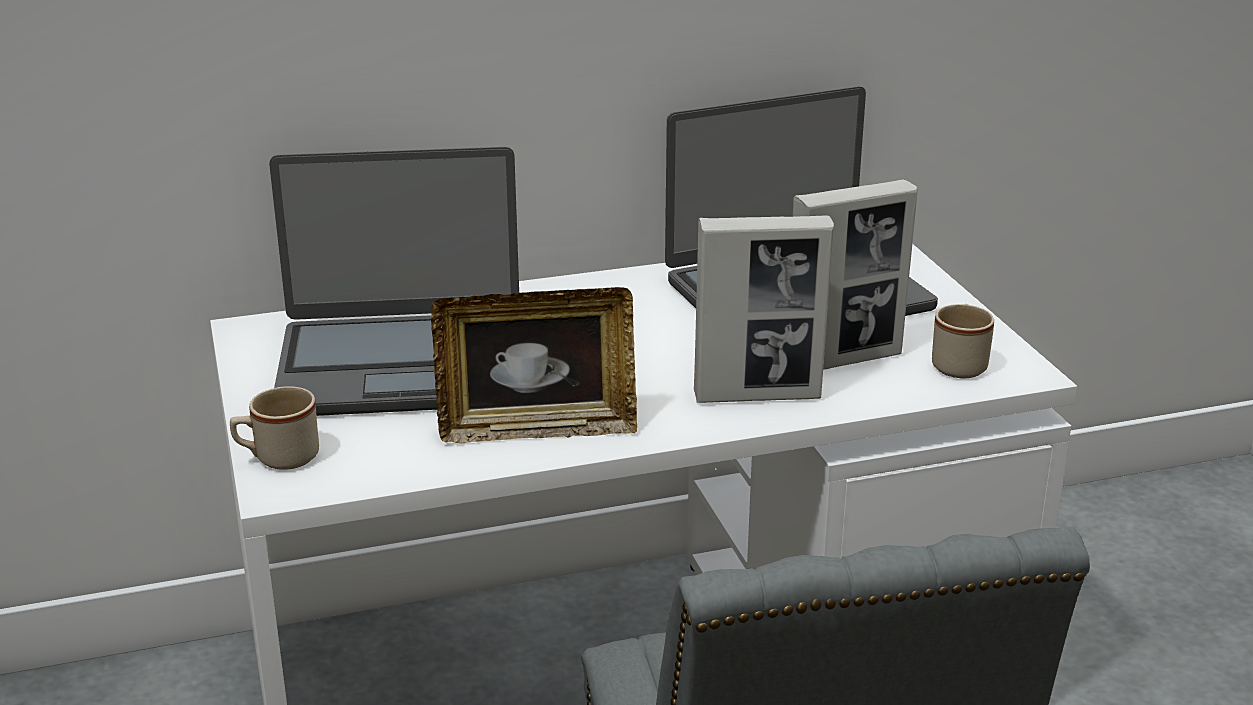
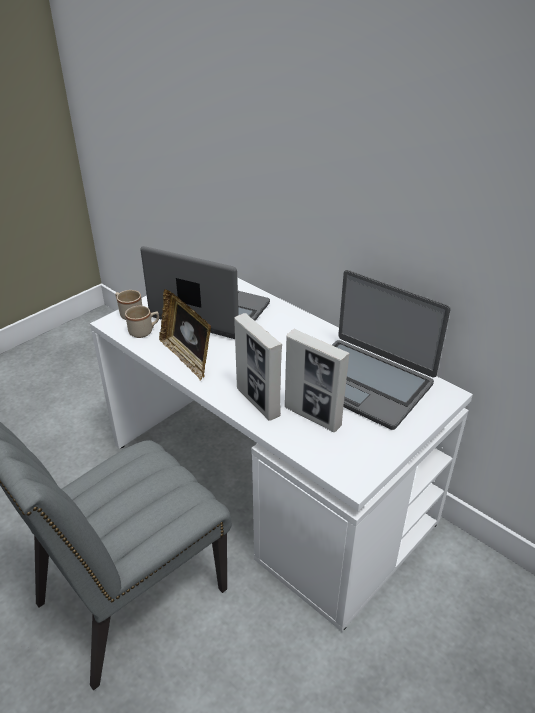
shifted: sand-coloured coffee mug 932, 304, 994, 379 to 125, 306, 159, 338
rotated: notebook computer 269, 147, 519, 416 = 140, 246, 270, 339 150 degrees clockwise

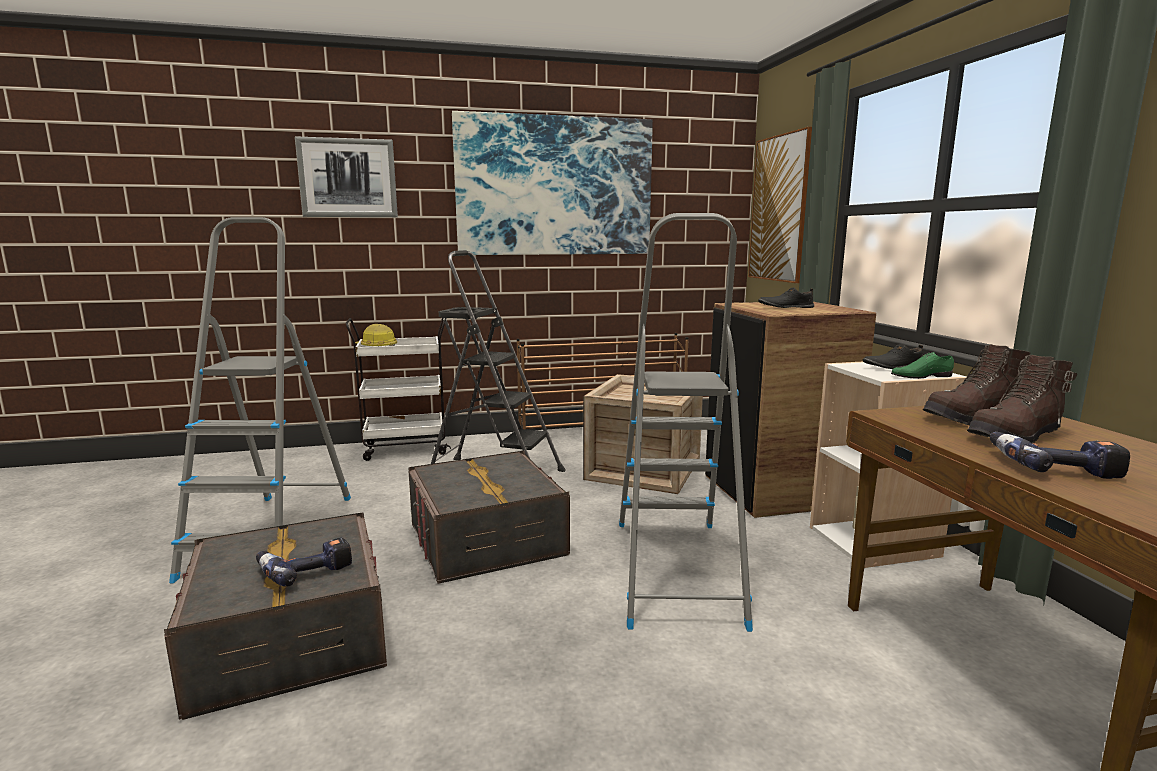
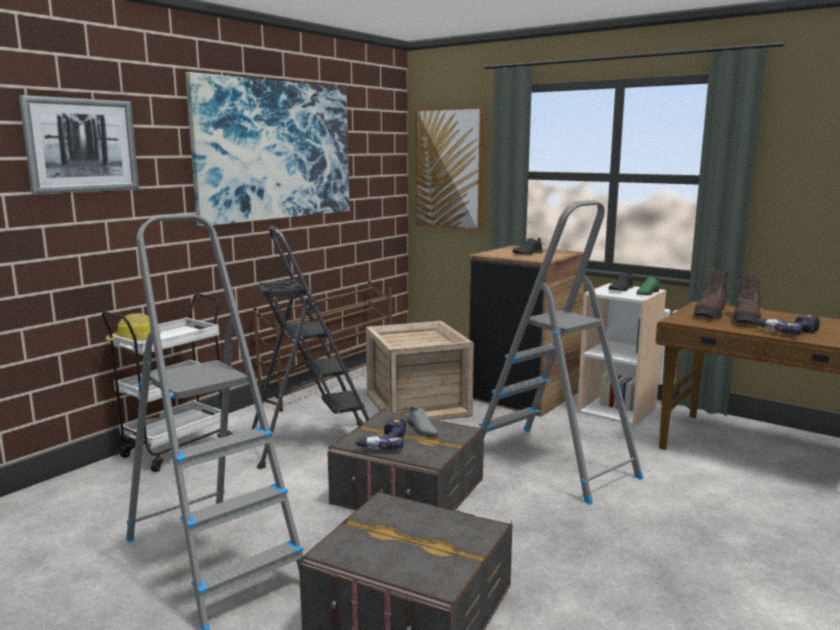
new: gray shoe 408, 406, 438, 436
shifted: drill 256, 538, 352, 587 to 355, 419, 406, 449

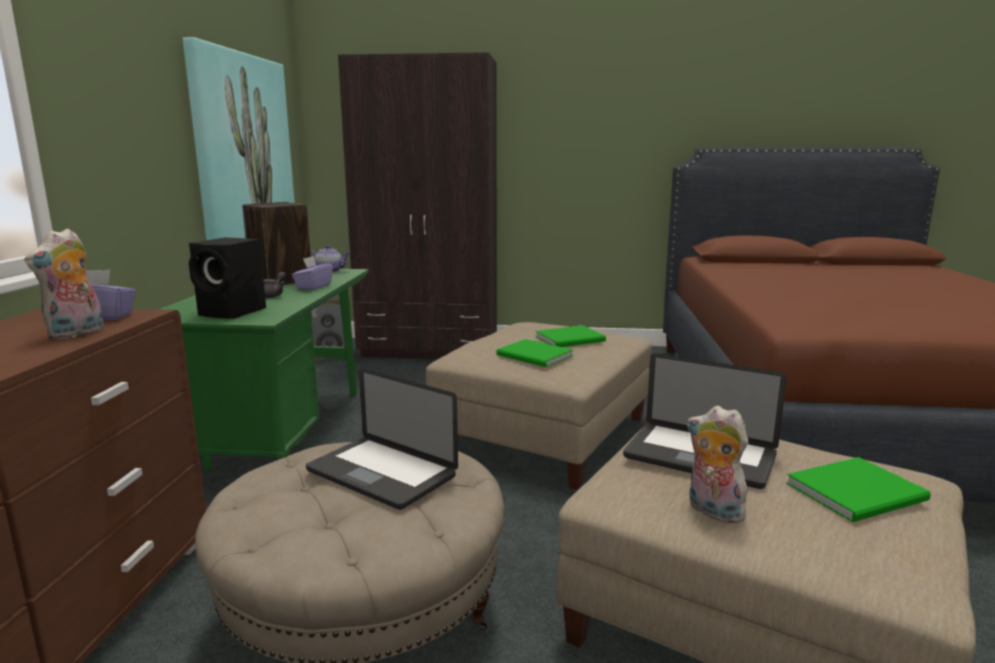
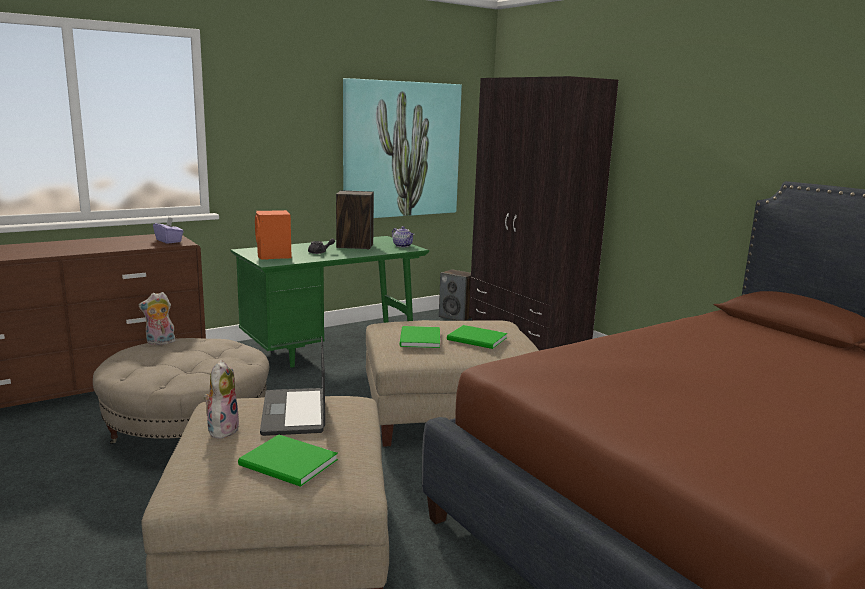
gone: purple-coloured tissue box 292, 256, 333, 290; notebook computer 306, 368, 458, 510
shifted: plush toy 24, 228, 104, 340 to 139, 292, 176, 345
repainted: black speaker 189, 237, 266, 319 to orange-coloured speaker 255, 210, 292, 260

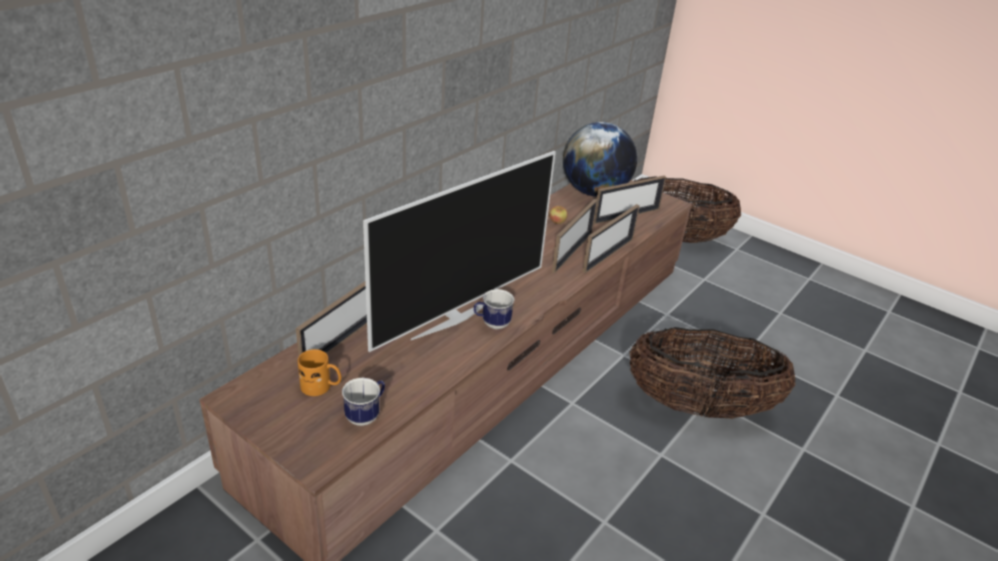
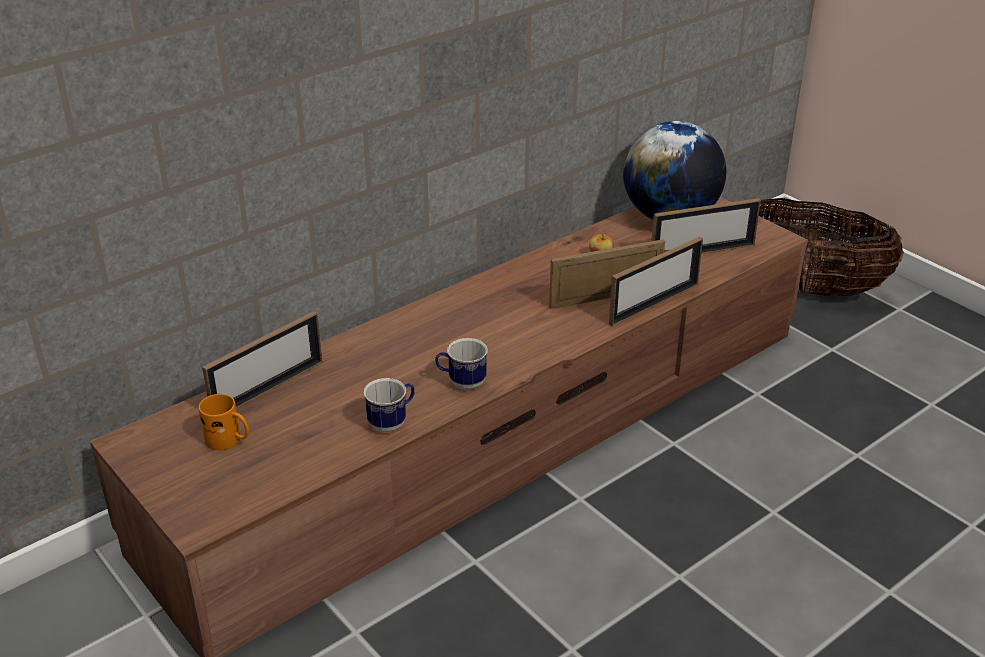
gone: television 363, 151, 556, 352; storage basket 630, 327, 796, 419
shifted: coffee mug 342, 378, 385, 426 to 364, 378, 415, 432
rotated: picture frame 552, 199, 598, 273 = 549, 239, 665, 309 150 degrees counterclockwise

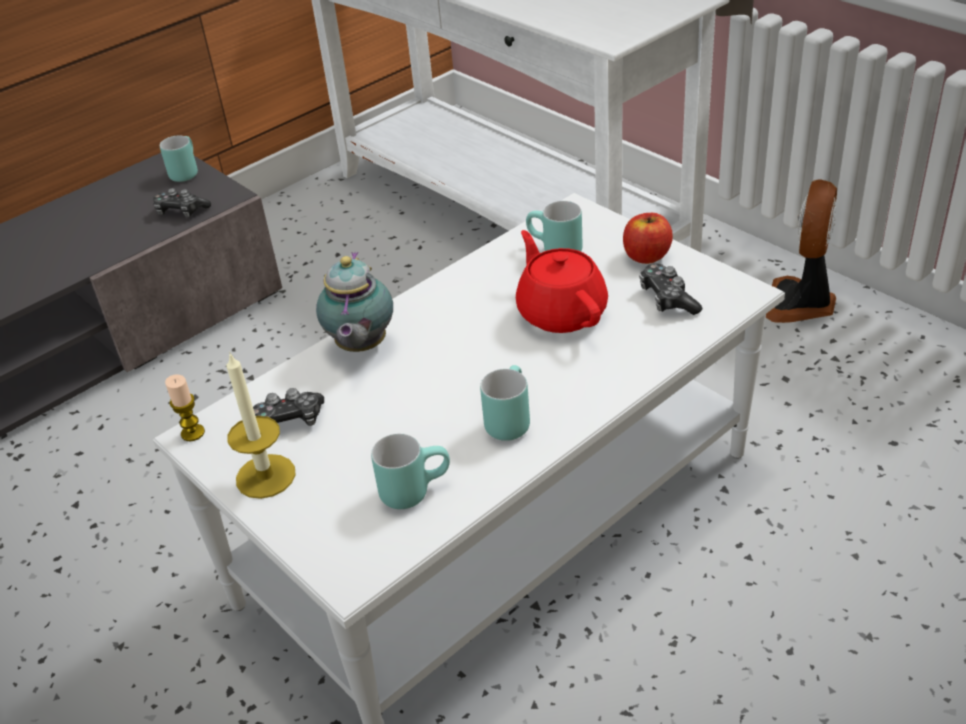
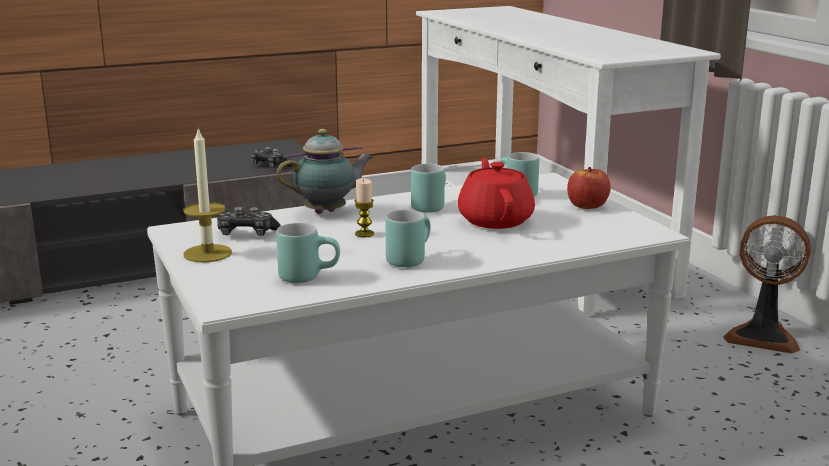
gone: joypad 639, 263, 702, 315
shifted: wax light 165, 374, 205, 441 to 354, 178, 374, 237; turquoise coffee mug 160, 135, 198, 182 to 411, 164, 446, 213
rotated: pot for tea 316, 252, 393, 352 = 276, 129, 373, 214 135 degrees counterclockwise; electric fan 766, 180, 837, 323 = 724, 215, 811, 354 105 degrees counterclockwise

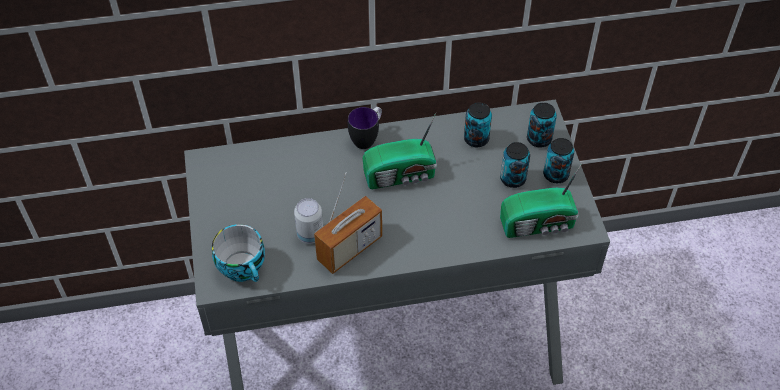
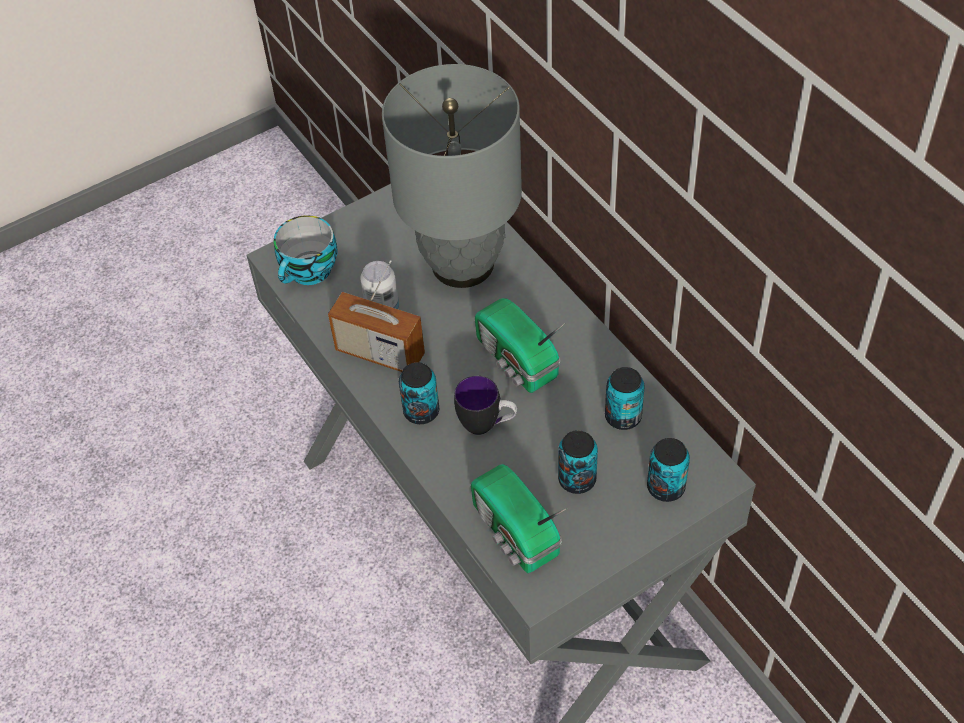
new: gray table lamp 382, 64, 522, 288
shifted: can 543, 138, 574, 183 to 399, 362, 439, 424; coffee mug 348, 107, 382, 149 to 454, 376, 517, 435

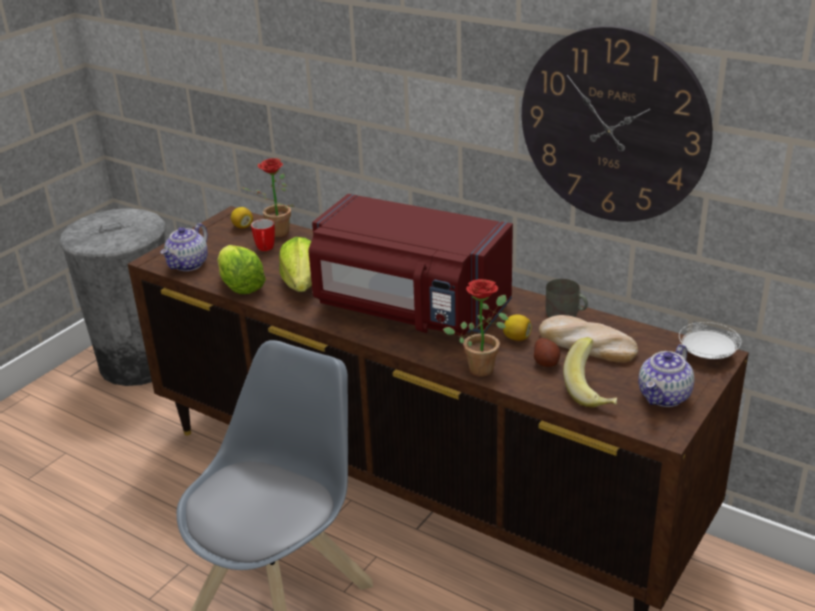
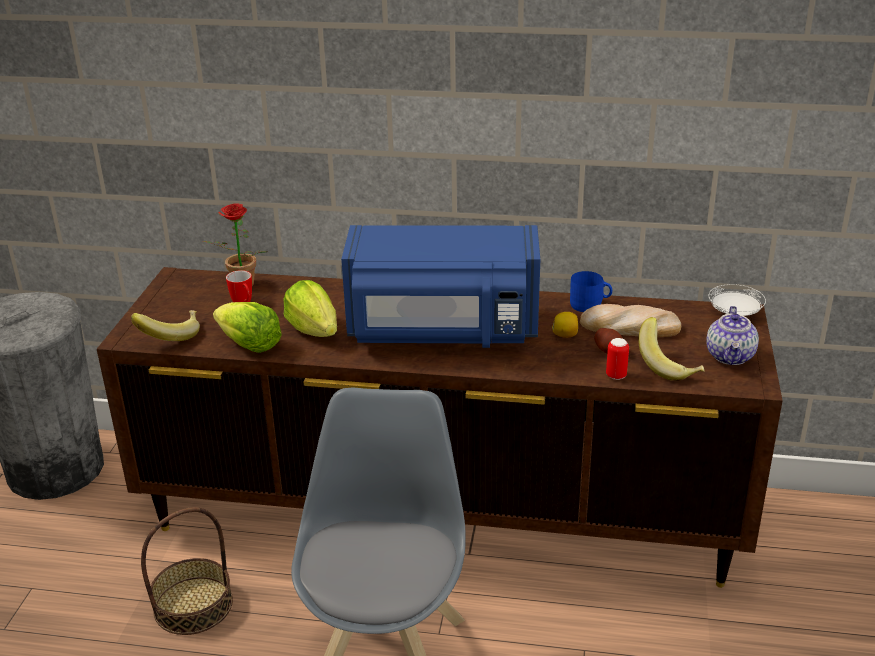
gone: citrus fruit 231, 207, 253, 228; houseplant 443, 279, 509, 377; clock on the wall 522, 25, 713, 222
new: storage basket 141, 507, 233, 635; can 606, 338, 629, 380
swapped: pot for tea 160, 223, 208, 271 to banana 131, 310, 200, 341
repainted: red-coloured microwave oven 309, 194, 513, 336 to blue microwave oven 341, 225, 540, 348; gray coffee mug 546, 279, 588, 317 to blue coffee mug 570, 271, 612, 312

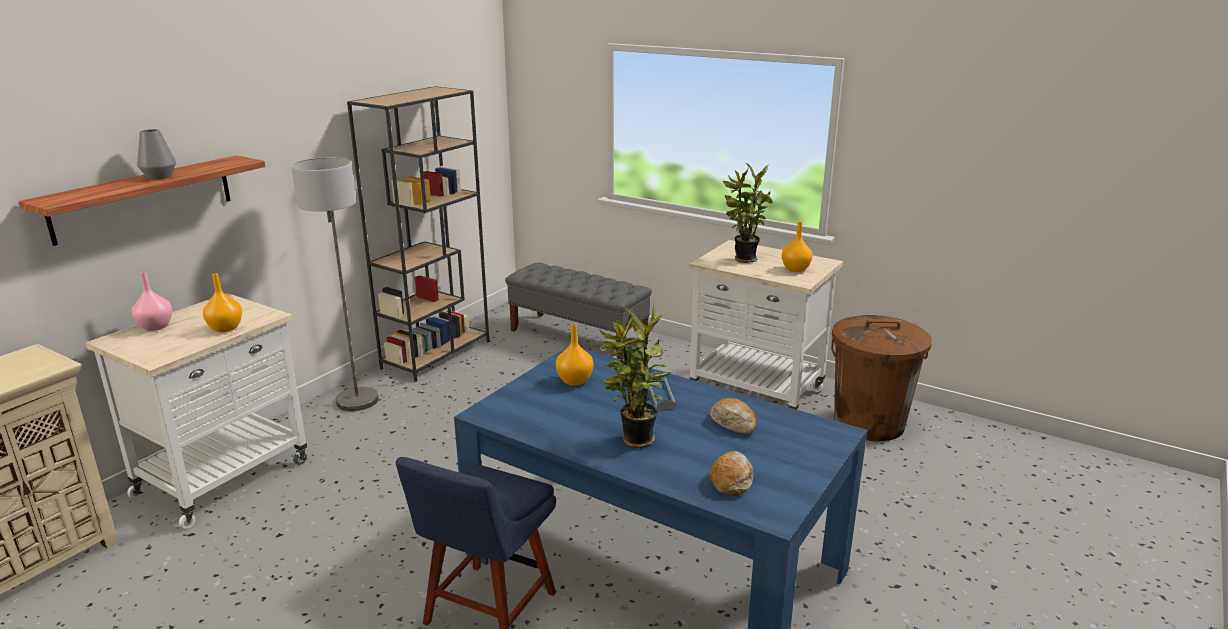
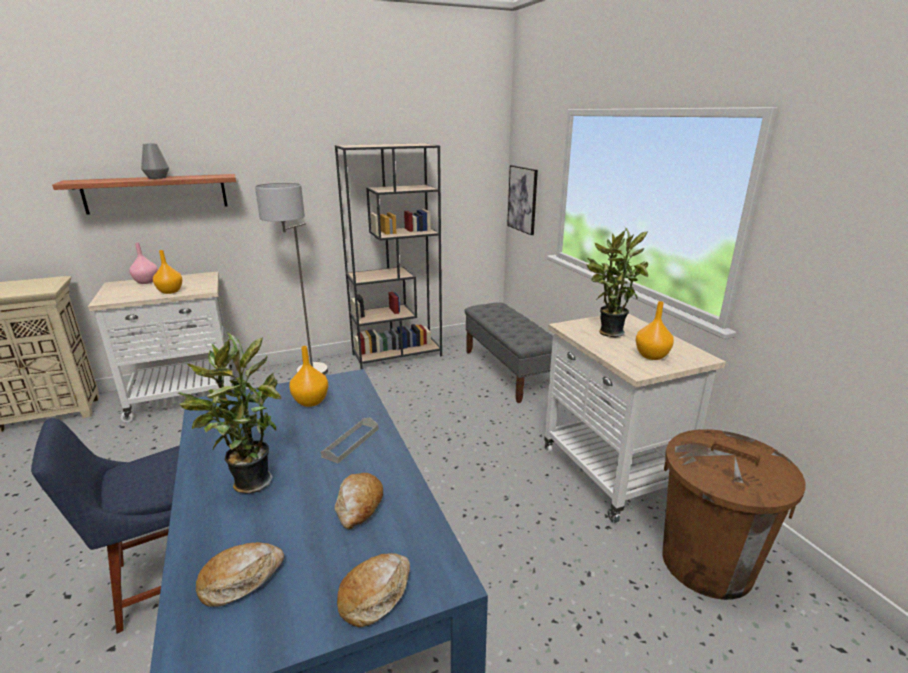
new: bread 337, 553, 410, 627; wall picture 507, 165, 538, 235

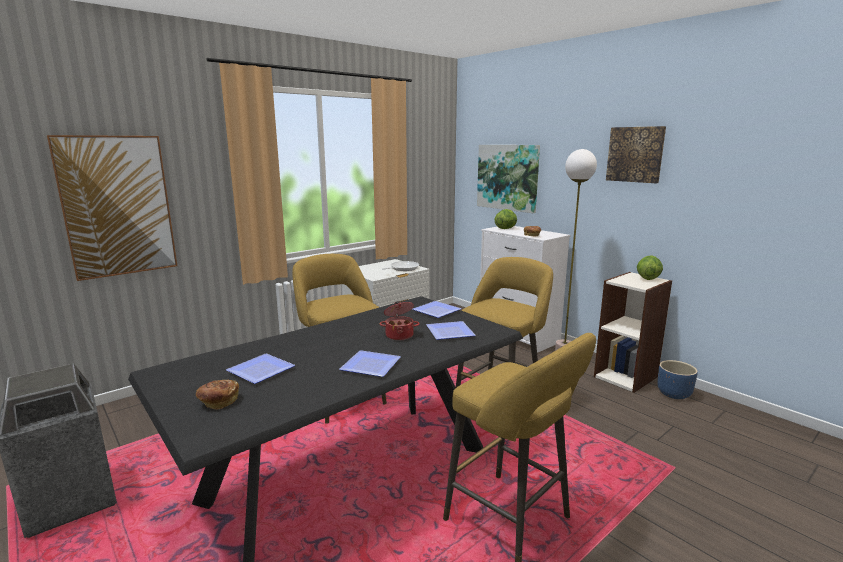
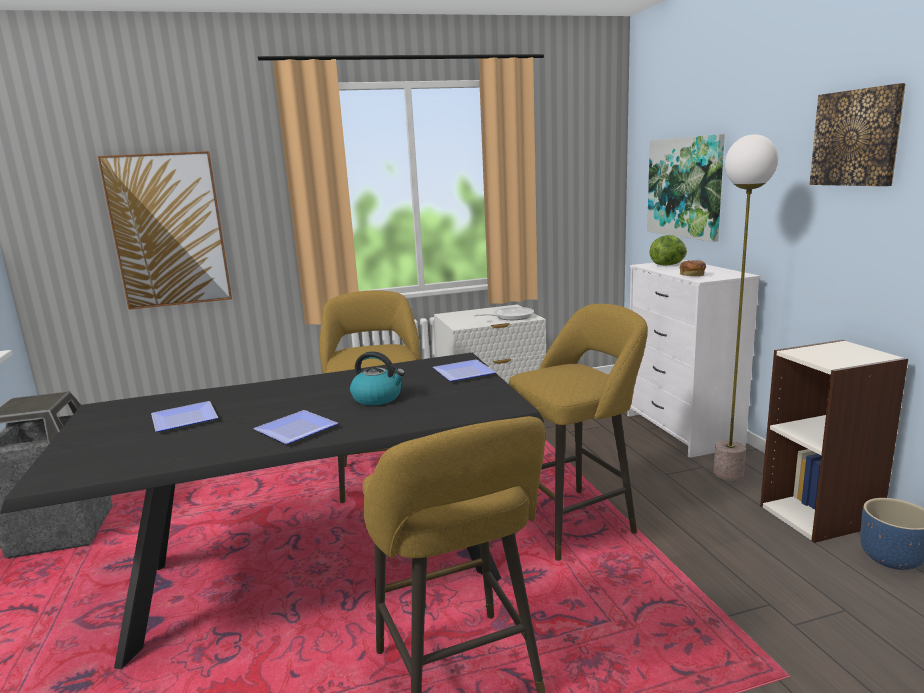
gone: bread 196, 380, 239, 409; dinner plate 426, 321, 476, 340; head of lettuce 637, 255, 663, 280
swapped: stockpot 379, 301, 420, 340 to water kettle 350, 351, 405, 405

